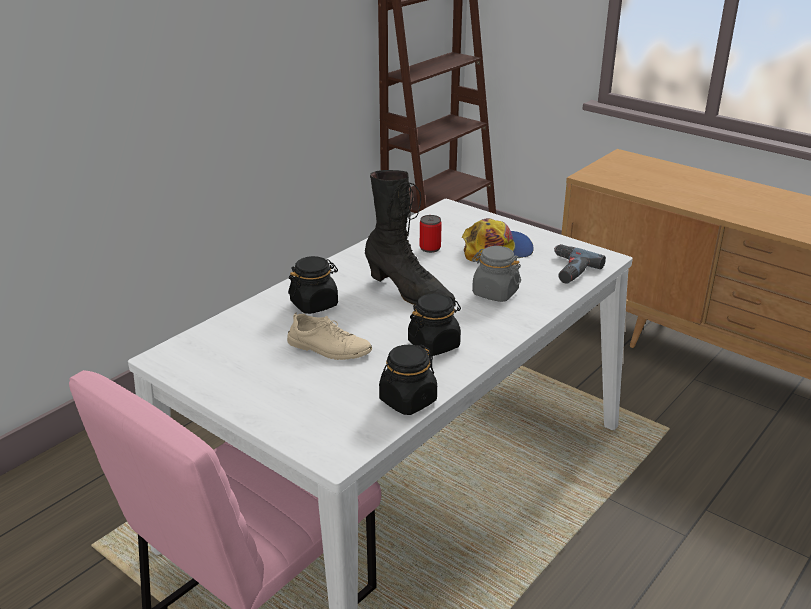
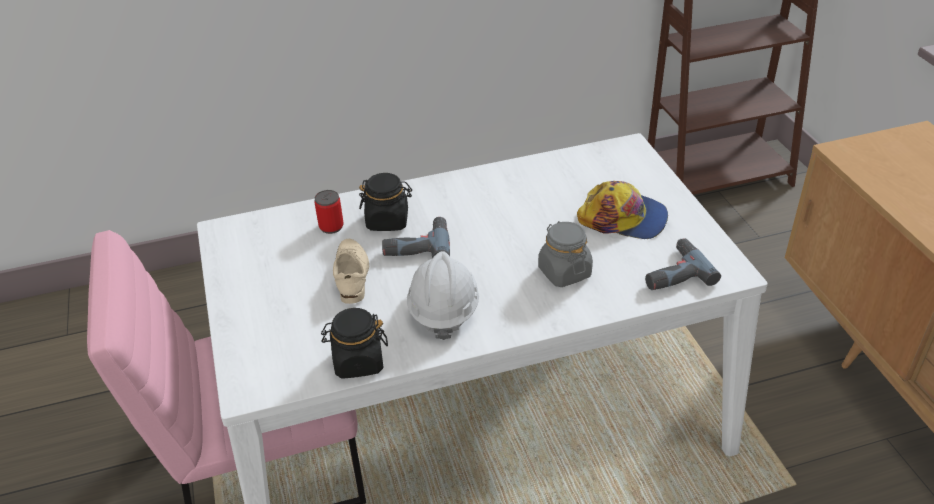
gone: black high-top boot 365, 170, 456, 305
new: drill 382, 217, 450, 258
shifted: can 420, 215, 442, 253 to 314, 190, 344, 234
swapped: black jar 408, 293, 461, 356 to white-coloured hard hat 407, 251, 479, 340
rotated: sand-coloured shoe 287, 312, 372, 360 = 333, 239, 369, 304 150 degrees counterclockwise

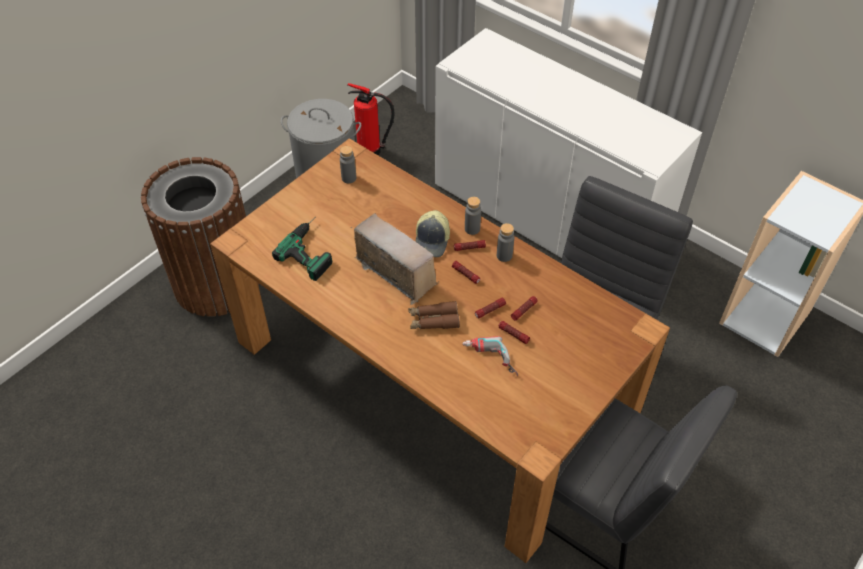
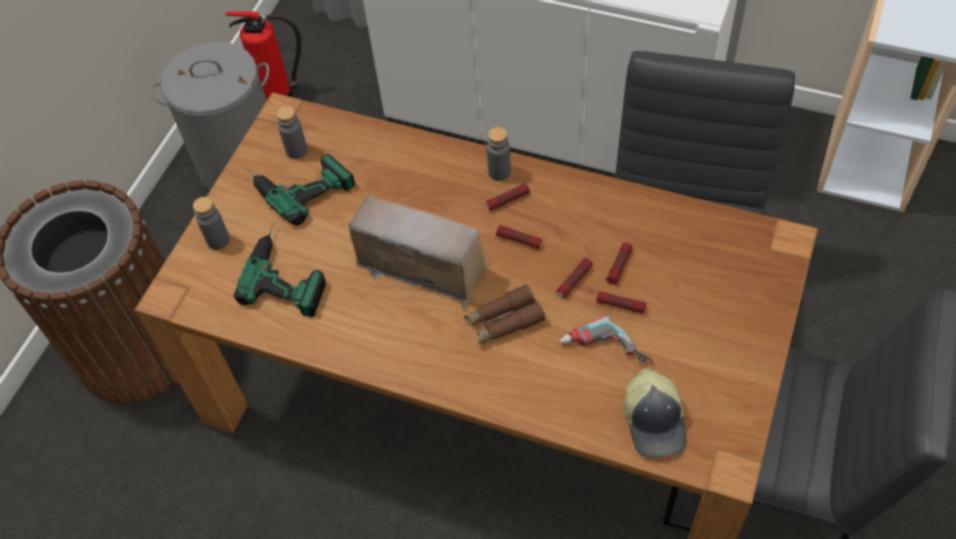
new: drill 245, 154, 355, 226
shifted: gray drink bottle 497, 223, 514, 262 to 193, 197, 230, 250; cap 415, 210, 450, 257 to 624, 369, 686, 457

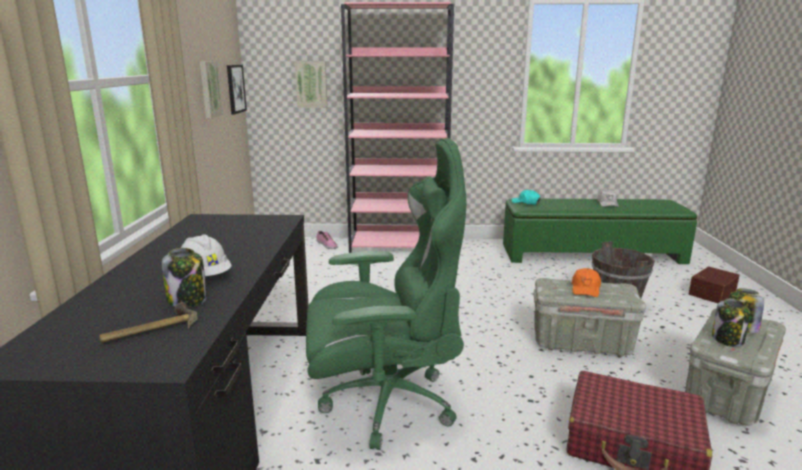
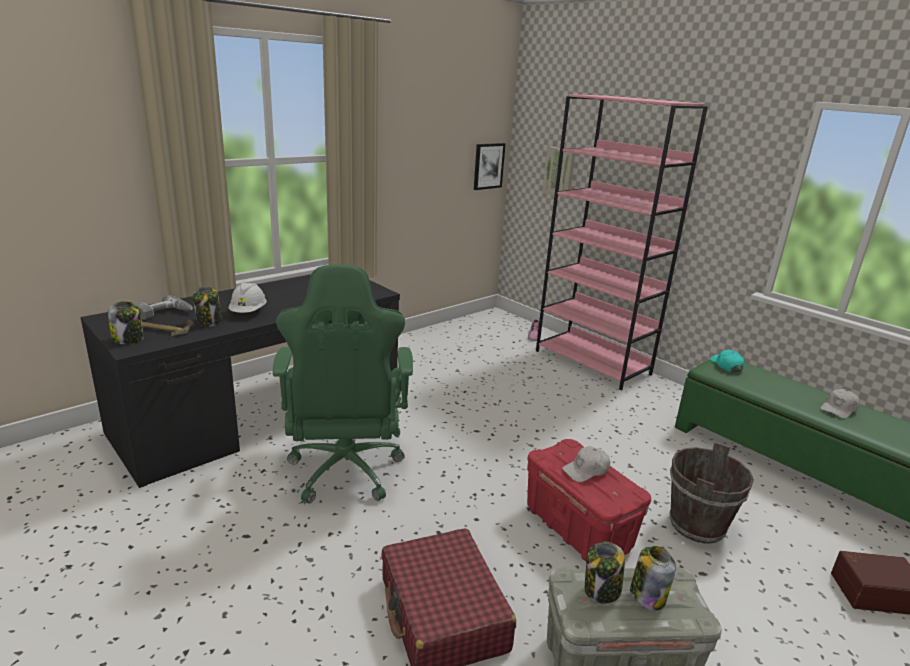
gone: wall picture 200, 61, 223, 118
new: jar 108, 301, 144, 344; drill 134, 295, 193, 320
repainted: gray storage box 534, 278, 646, 357 to red-coloured storage box 527, 439, 651, 561; orange-coloured cap 572, 268, 601, 297 to white-coloured cap 562, 447, 610, 482
rotated: greenish computer chair 306, 138, 466, 450 = 273, 265, 413, 503 45 degrees clockwise

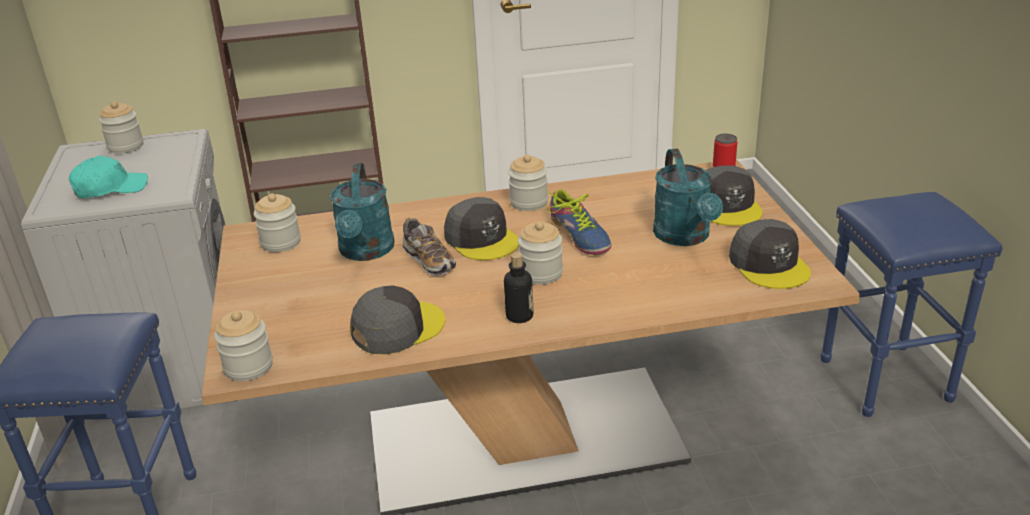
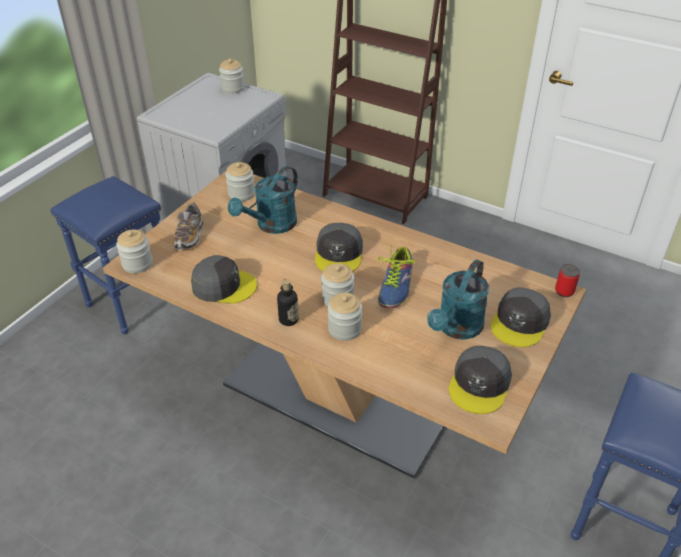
gone: turquoise cap 69, 156, 148, 198
shifted: shoe 403, 218, 456, 276 to 174, 202, 203, 250; jar 508, 155, 548, 211 to 328, 292, 362, 341

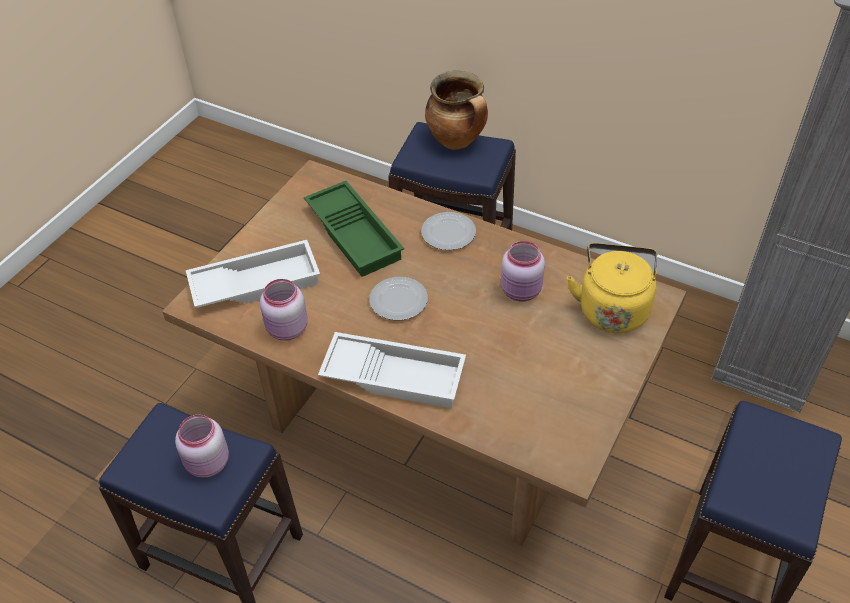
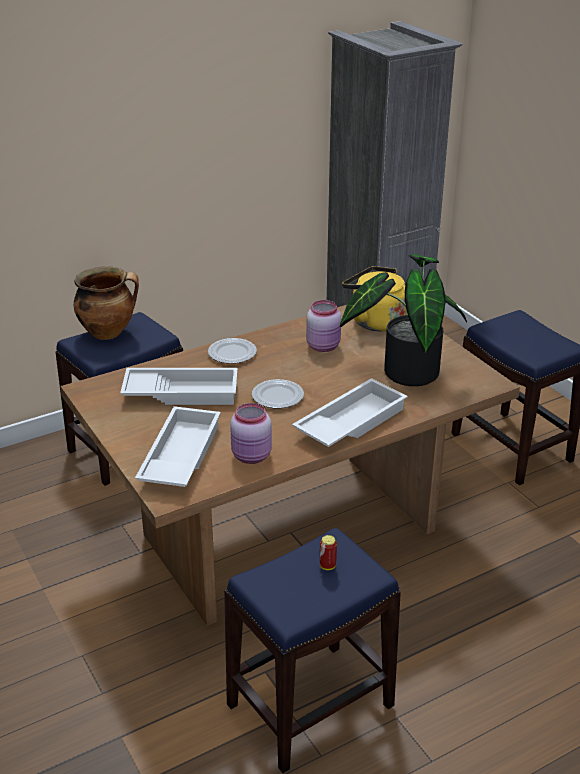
new: houseplant 340, 254, 467, 386
swapped: pink jar 175, 415, 229, 478 to can 320, 535, 337, 570
repainted: greenish tray 304, 181, 404, 277 to white-coloured tray 120, 368, 238, 405

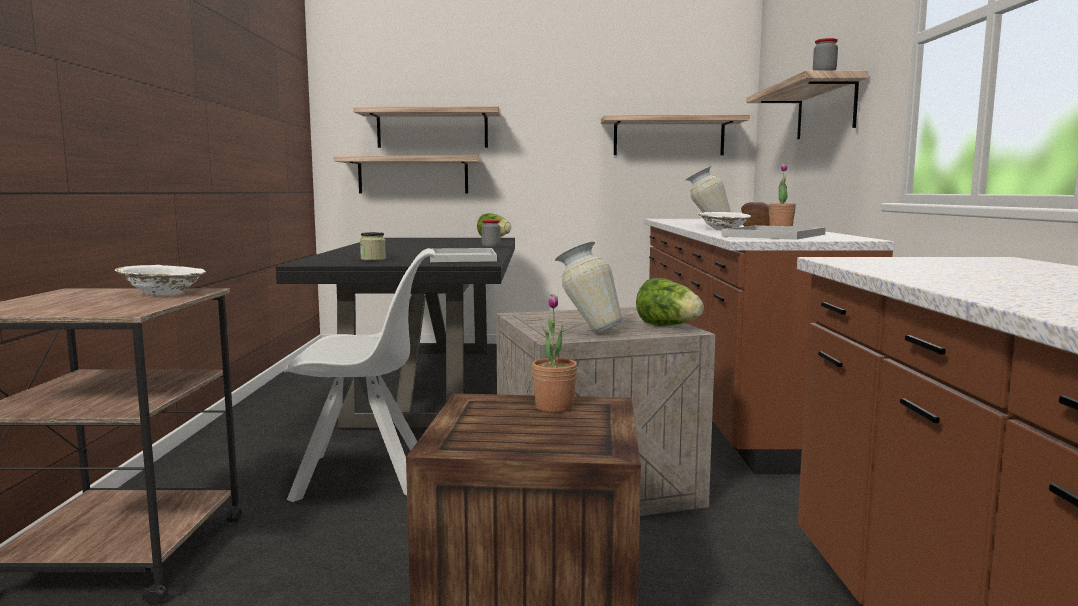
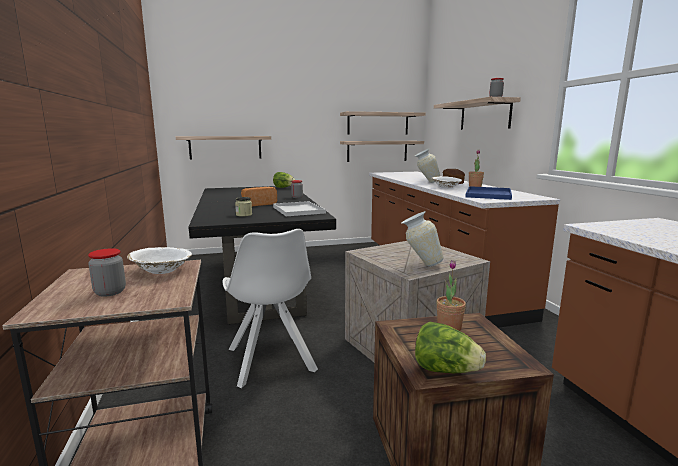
new: jar 88, 248, 126, 297; bread 241, 187, 277, 206
shifted: wall shelf 353, 106, 501, 148 to 340, 141, 424, 162; head of lettuce 636, 278, 704, 326 to 415, 322, 486, 373
repainted: white-coloured tray 721, 225, 826, 240 to blue tray 465, 186, 512, 200
rotated: white-coloured chair 283, 248, 436, 502 = 223, 229, 318, 388 90 degrees clockwise

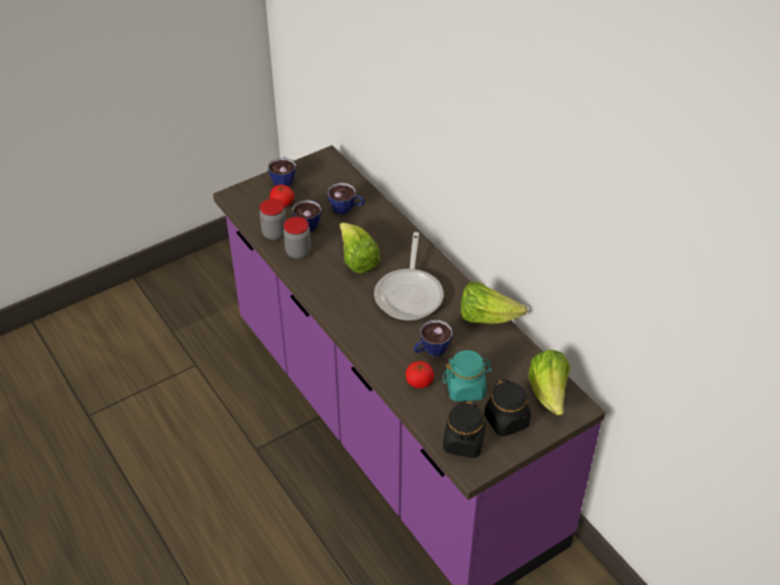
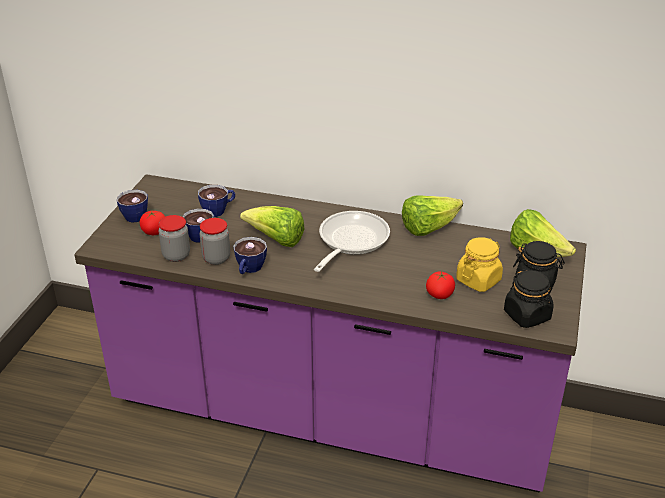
shifted: small cup 414, 320, 452, 356 to 233, 237, 267, 274
repainted: turquoise jar 443, 350, 492, 402 to yellow jar 456, 237, 503, 292
rotated: pan 374, 232, 444, 320 = 314, 211, 390, 272 120 degrees counterclockwise

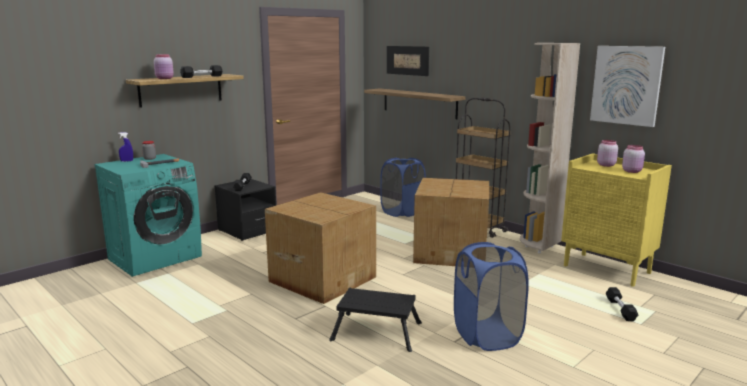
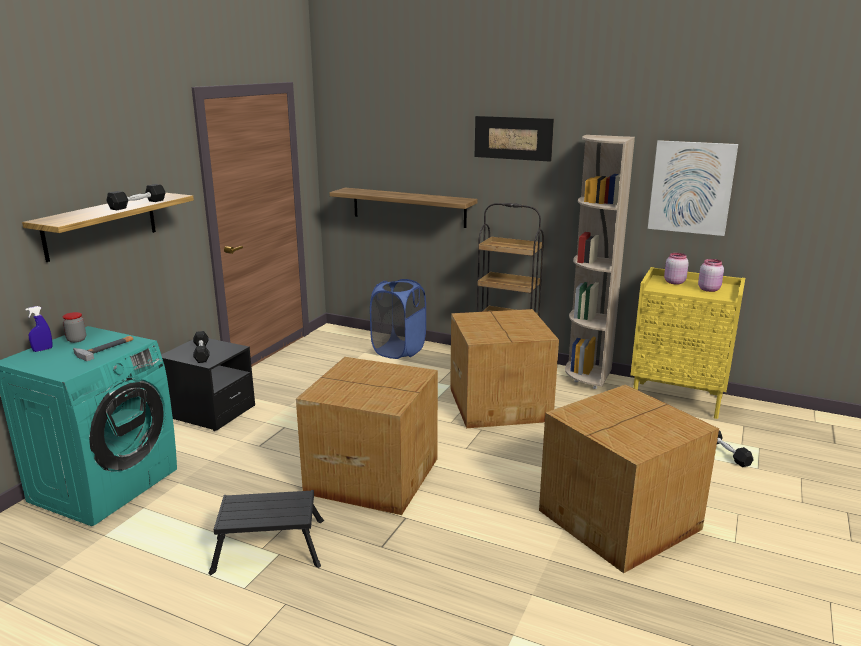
gone: pink jar 154, 54, 174, 79
shifted: black stepladder 329, 288, 422, 352 to 208, 490, 324, 575; wall picture 387, 46, 430, 76 to 475, 116, 554, 162
swapped: blue hamper 454, 242, 529, 351 to cardboard box 539, 384, 719, 573

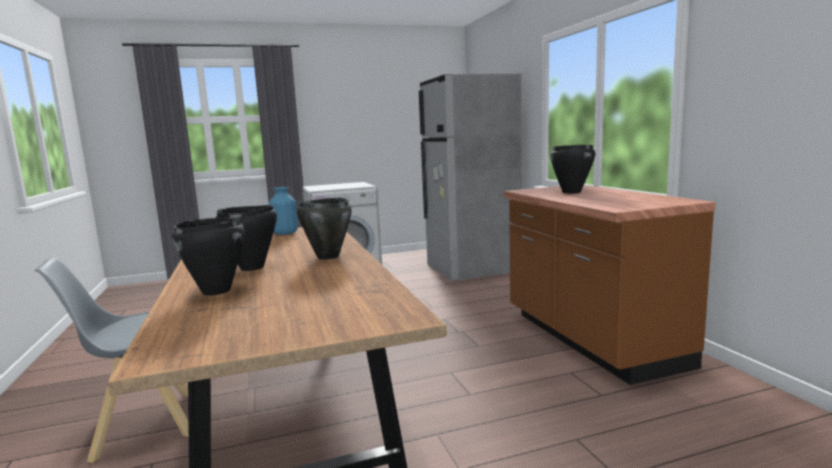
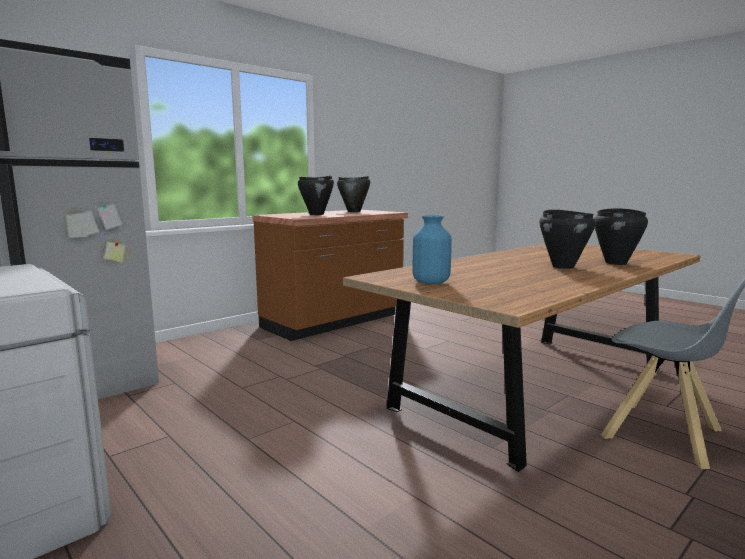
shifted: black stockpot 297, 197, 352, 260 to 337, 176, 370, 212

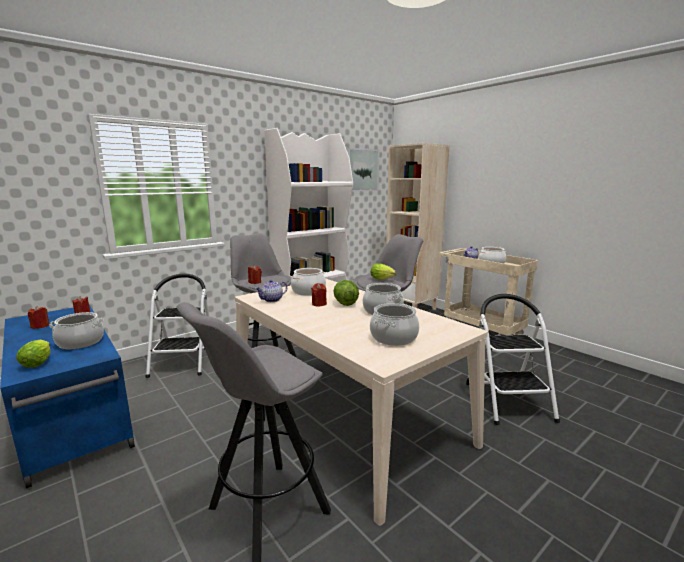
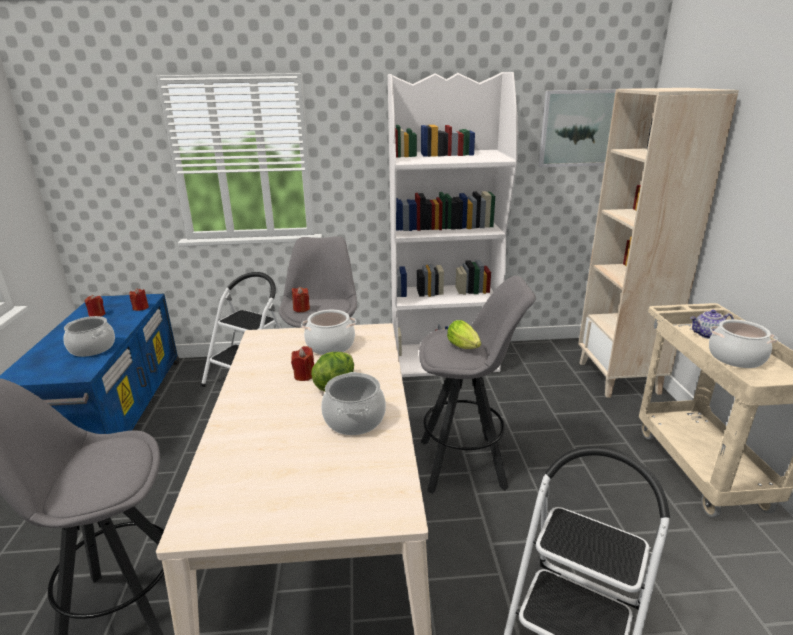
gone: head of lettuce 16, 340, 51, 368; pot for tea 255, 280, 287, 302; stockpot 370, 303, 419, 346

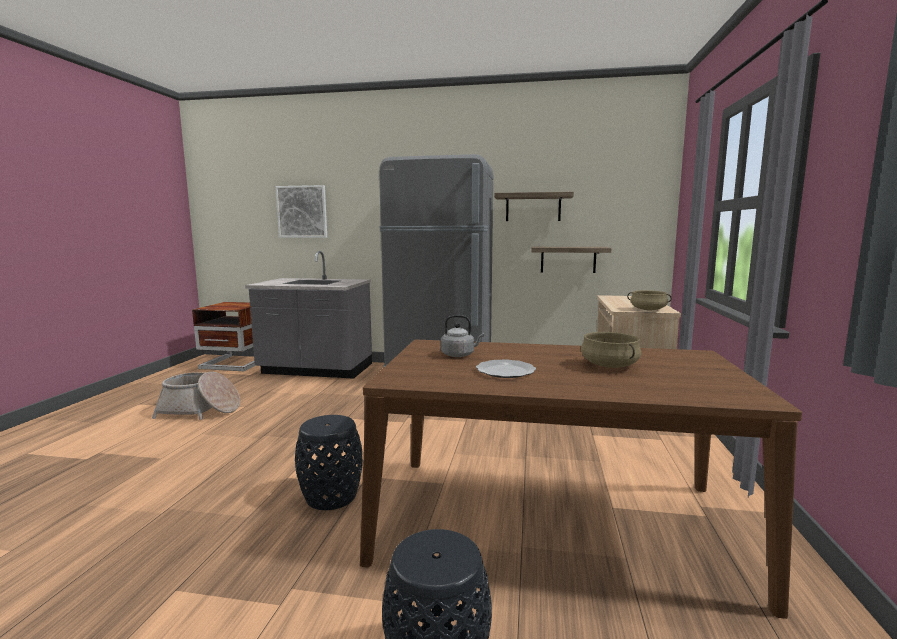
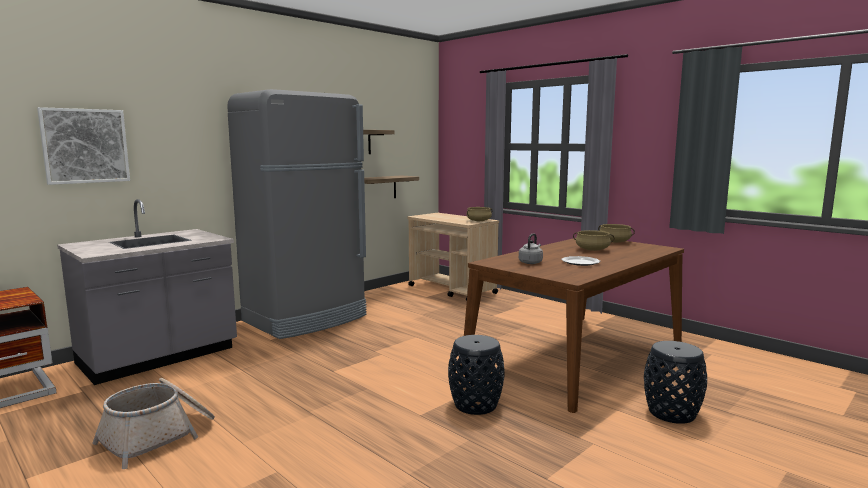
new: sand-coloured stockpot 598, 224, 635, 243

